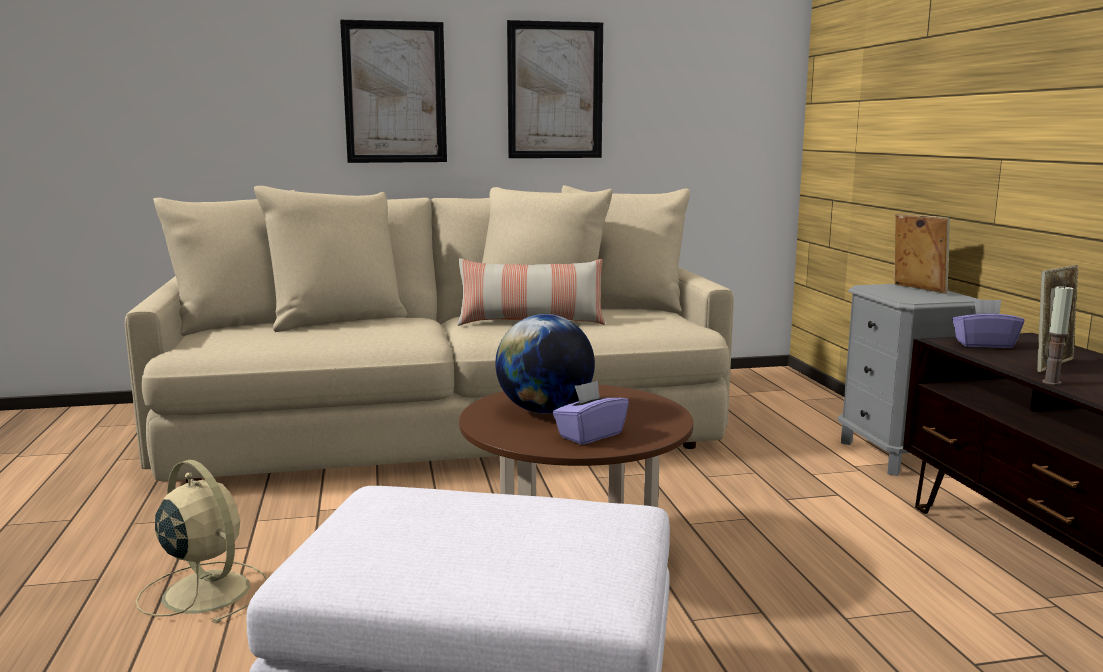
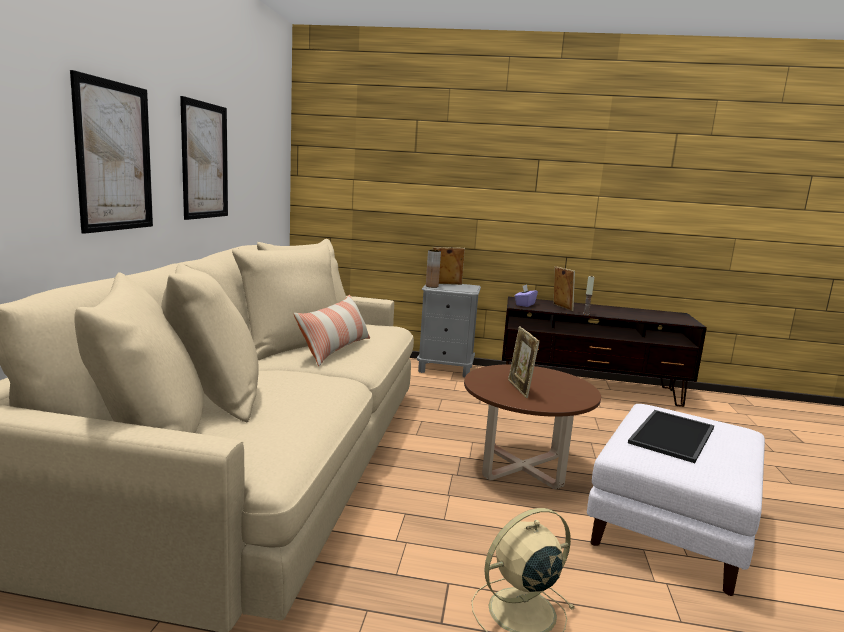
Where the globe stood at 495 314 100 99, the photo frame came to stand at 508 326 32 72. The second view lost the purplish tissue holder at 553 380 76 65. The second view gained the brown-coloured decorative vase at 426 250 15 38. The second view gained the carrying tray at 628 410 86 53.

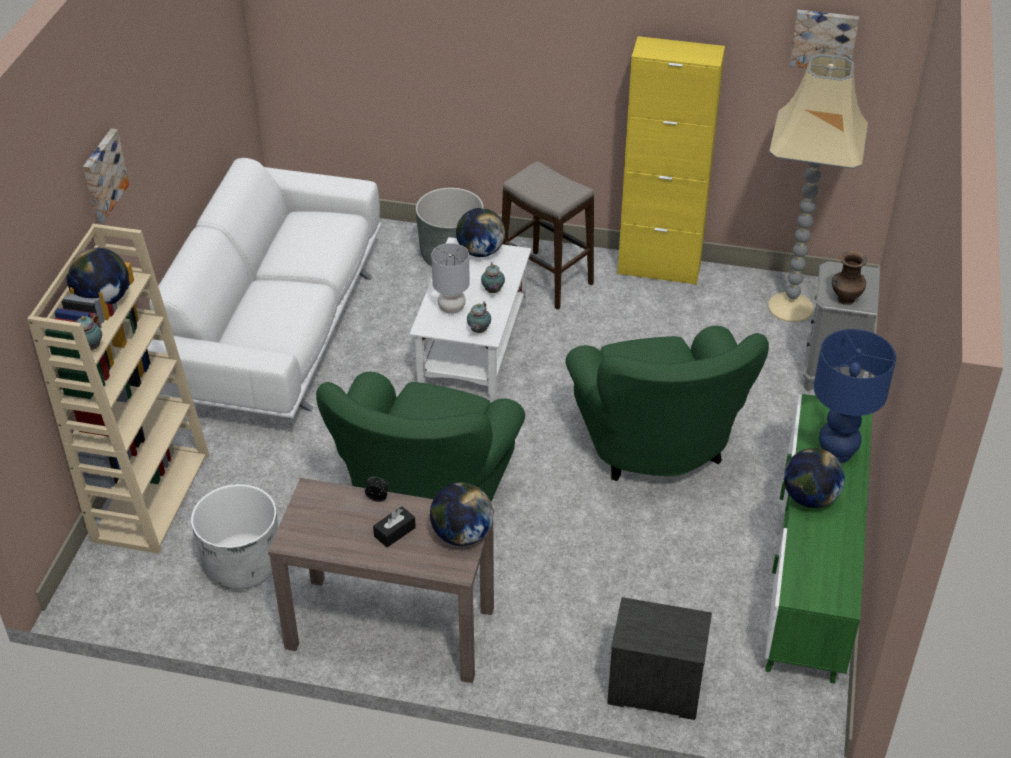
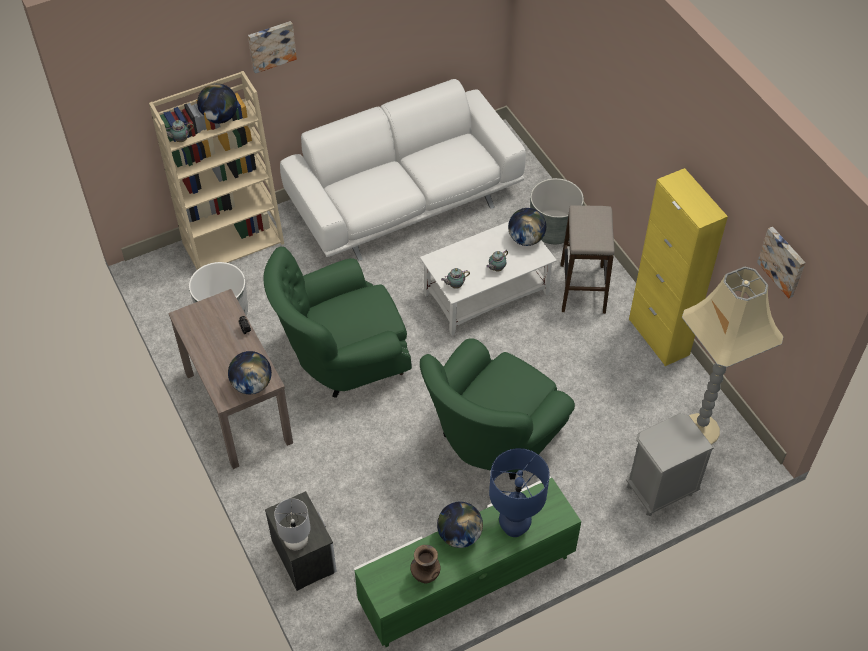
The greyish lamp for a table ended up elsewhere, having gone from 431 243 39 71 to 274 498 36 52. The brown-coloured decorative vase ended up elsewhere, having gone from 832 251 35 54 to 410 545 30 38. The second view lost the black-coloured tissue holder at 373 506 43 41.

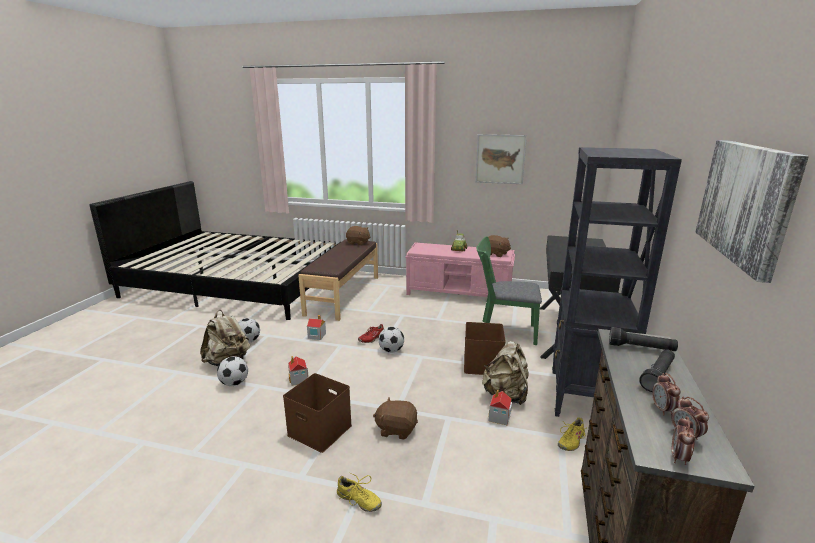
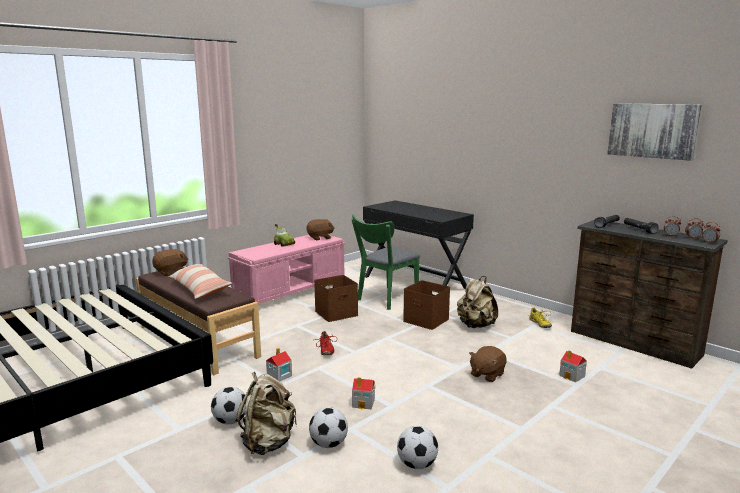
The second view lost the wall art at 475 134 52 50. The second view lost the black-coloured shelving unit at 552 147 130 270. The football ball ended up elsewhere, having gone from 379 327 25 26 to 397 426 41 43. The brown-coloured storage bin ended up elsewhere, having gone from 283 373 69 80 to 314 275 44 47. The model house ended up elsewhere, having gone from 489 389 23 36 to 559 350 28 32. The second view lost the yellow item of footwear at 337 472 45 40. The second view gained the throw pillow at 168 264 65 35.

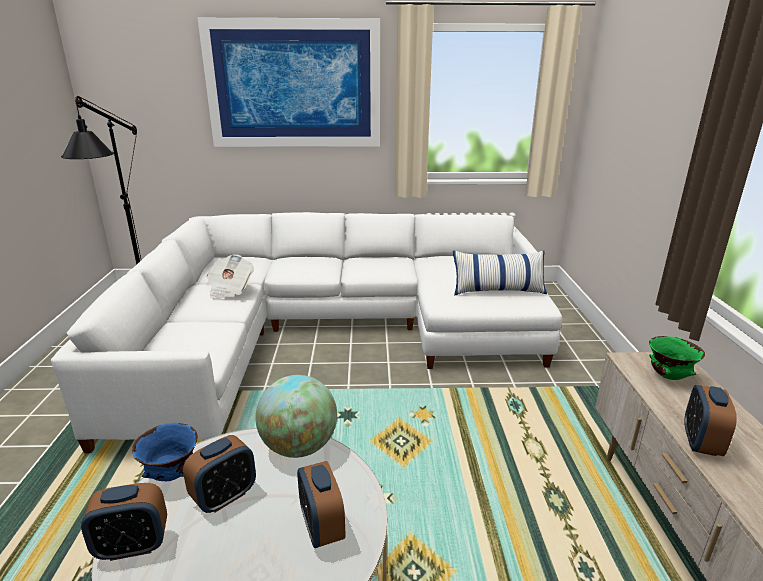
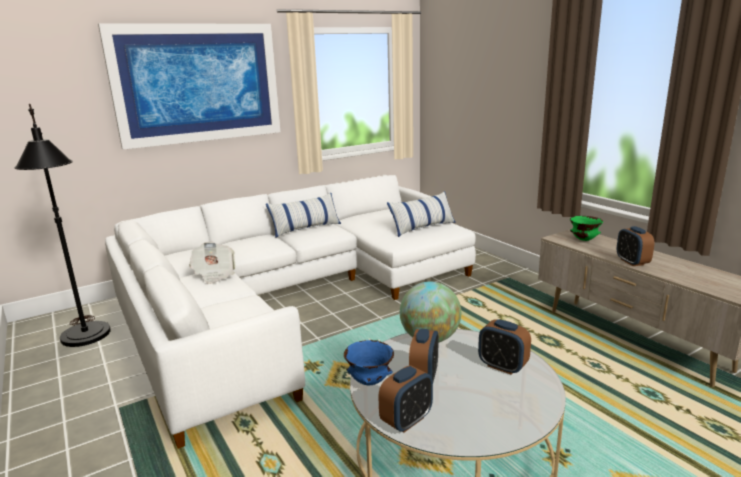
The second view gained the throw pillow at 266 193 75 45.

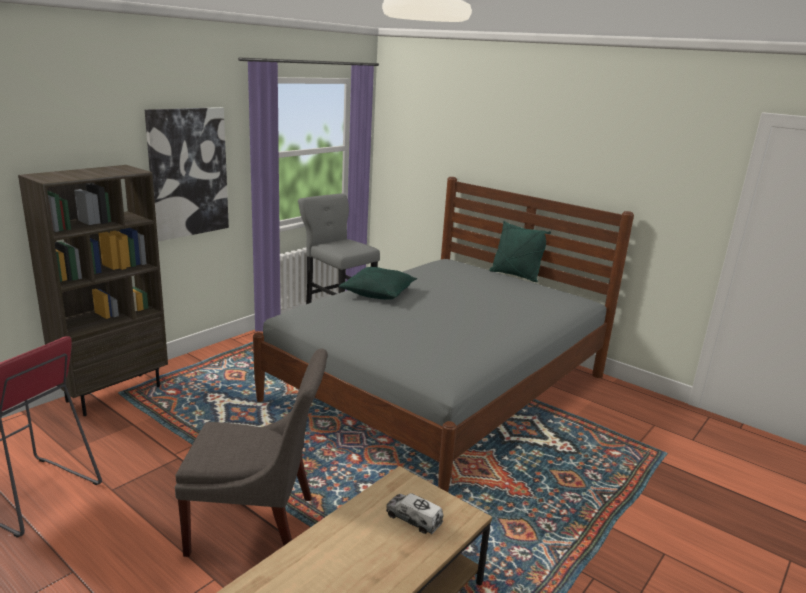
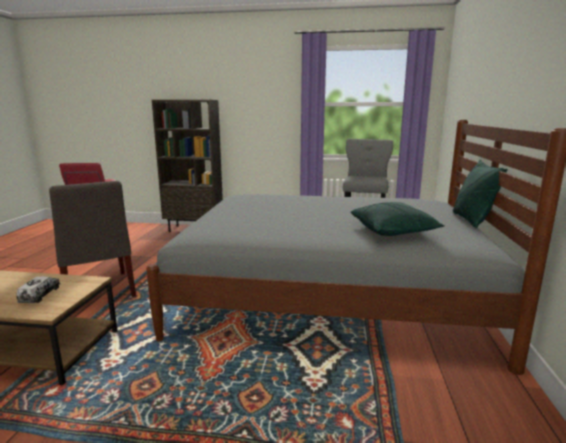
The second view lost the wall art at 145 107 84 135. The green throw pillow ended up elsewhere, having gone from 339 267 78 33 to 351 202 94 34.

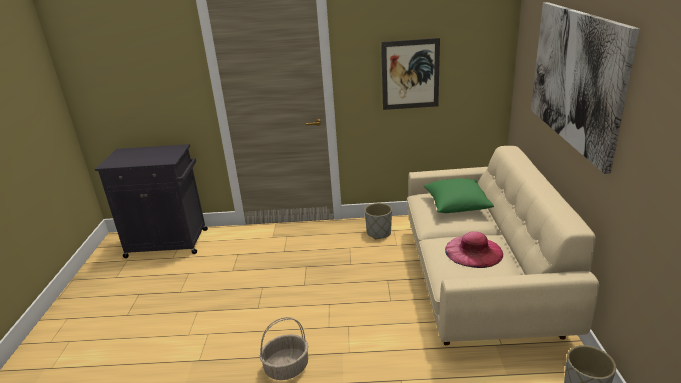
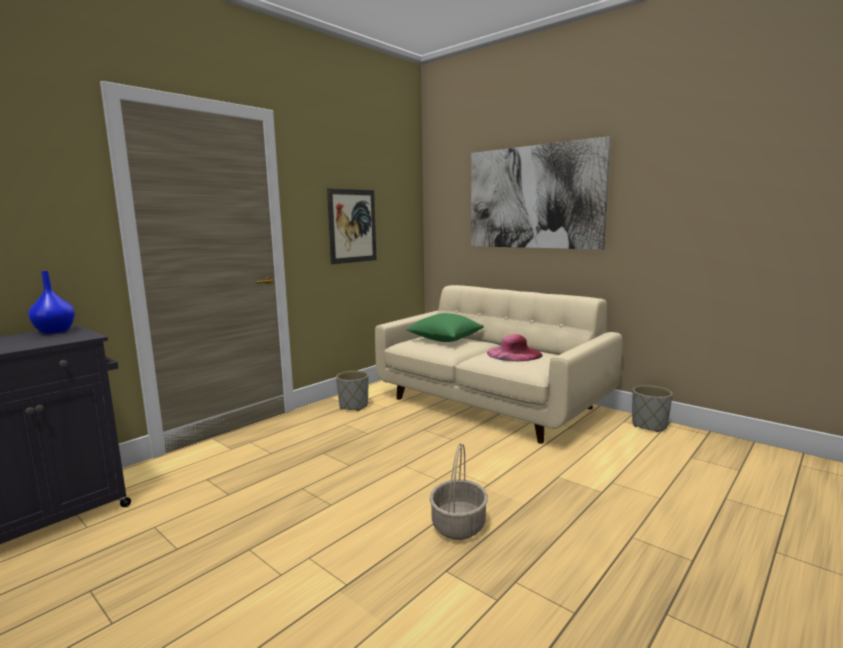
The second view gained the blue-coloured decorative vase at 28 271 47 63.

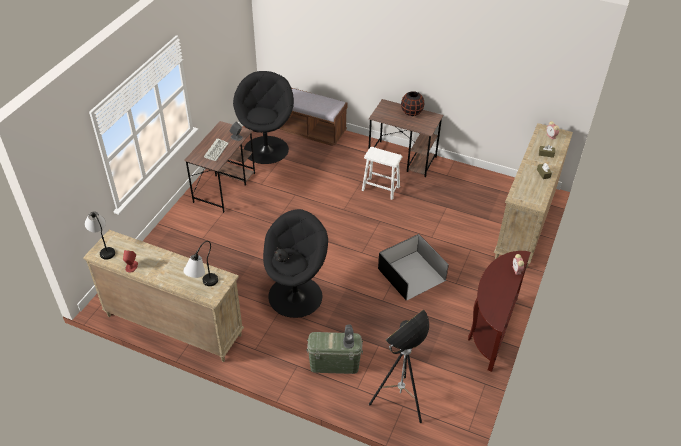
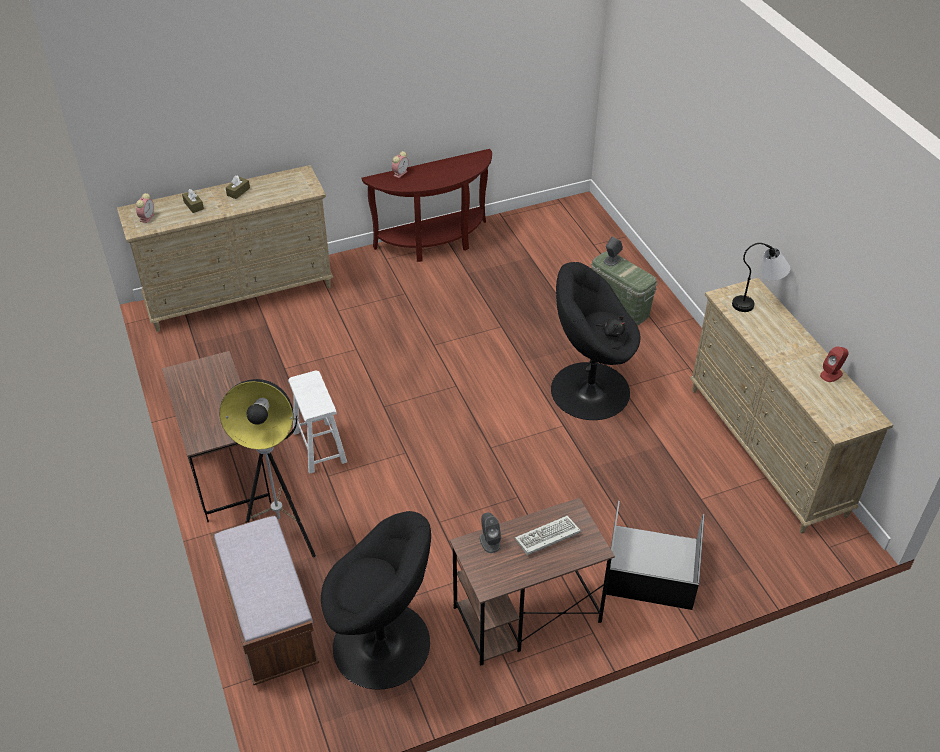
The black-coloured lounge chair at 233 71 61 93 ended up facing another way, 135 degrees counterclockwise from before. The second view lost the black-coloured decorative vase at 401 91 23 25. The second view lost the lamp for a table at 85 211 30 49. The black-coloured storage bin ended up elsewhere, having gone from 378 234 71 66 to 606 501 99 109. The standard lamp ended up elsewhere, having gone from 369 309 60 114 to 220 379 96 178.

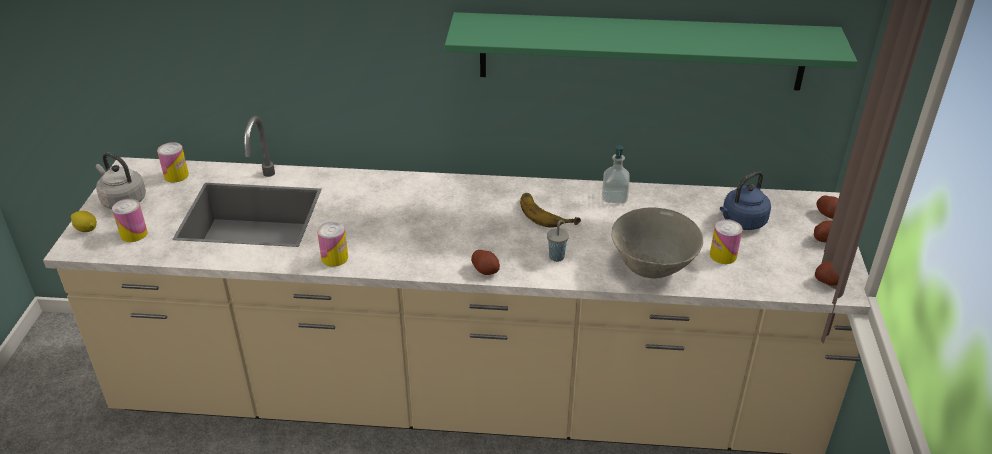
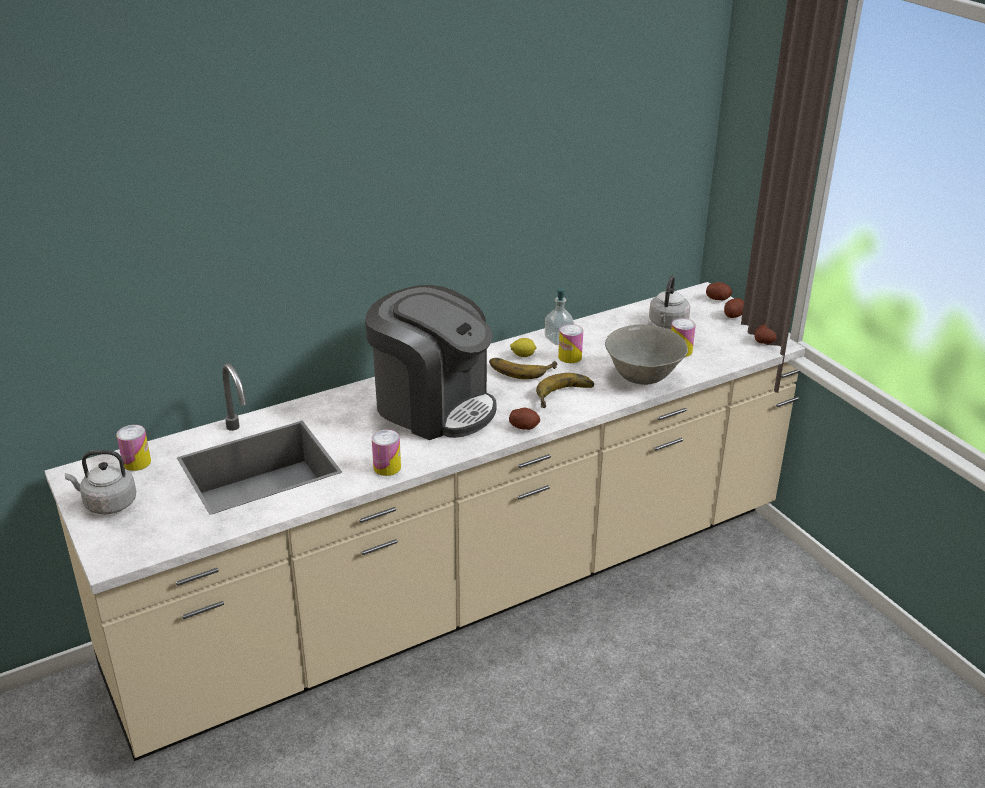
The second view lost the green shelf at 445 12 412 78. What was the blue-coloured tea kettle at 720 171 51 59 turned into the greyish tea kettle at 649 275 41 54. The metal can ended up elsewhere, having gone from 112 199 36 43 to 558 324 25 39. The citrus fruit ended up elsewhere, having gone from 71 211 26 21 to 510 338 27 19. Where the greyish small cup stood at 547 220 22 42, the whole banana came to stand at 536 373 58 35. The second view gained the coffee maker at 365 285 132 155.

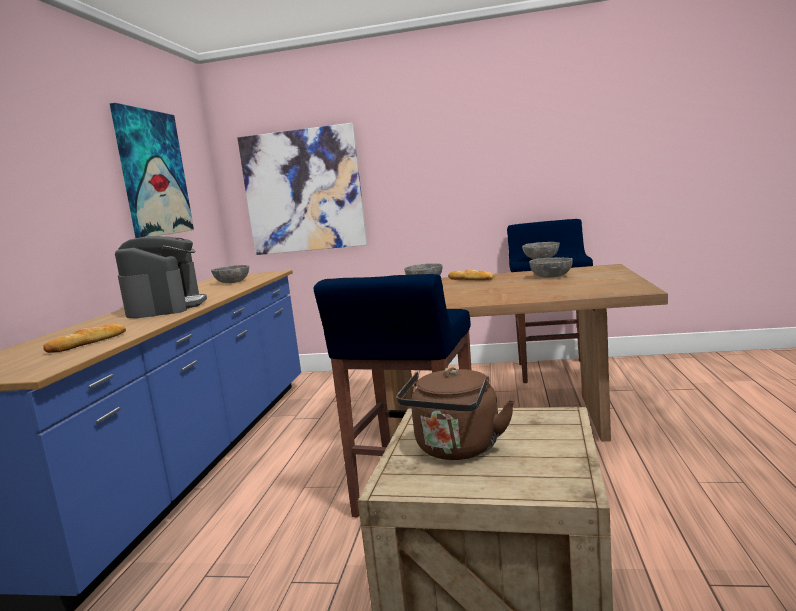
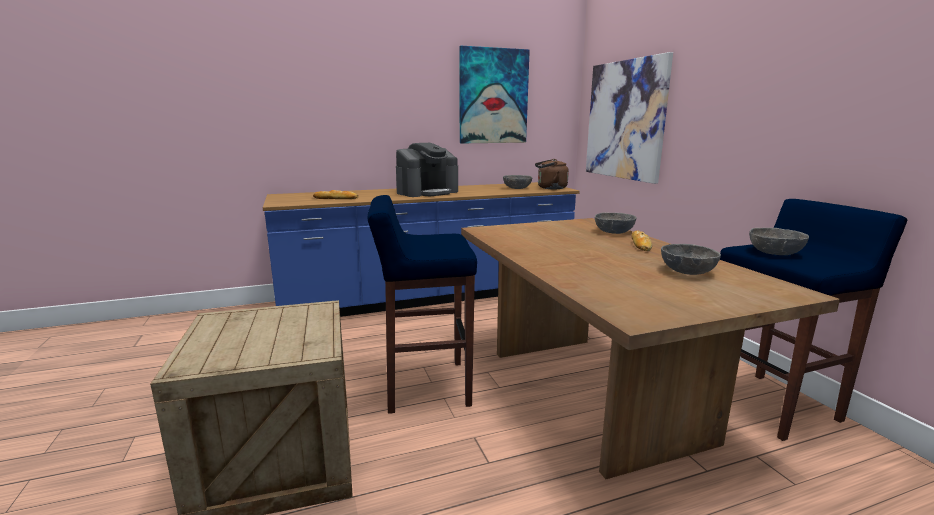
The brown-coloured tea kettle ended up elsewhere, having gone from 397 368 117 92 to 535 159 34 30.

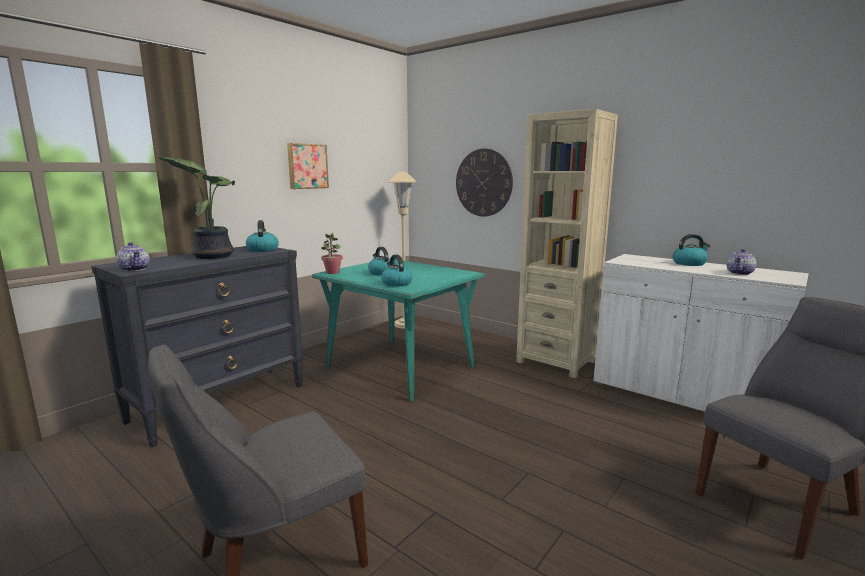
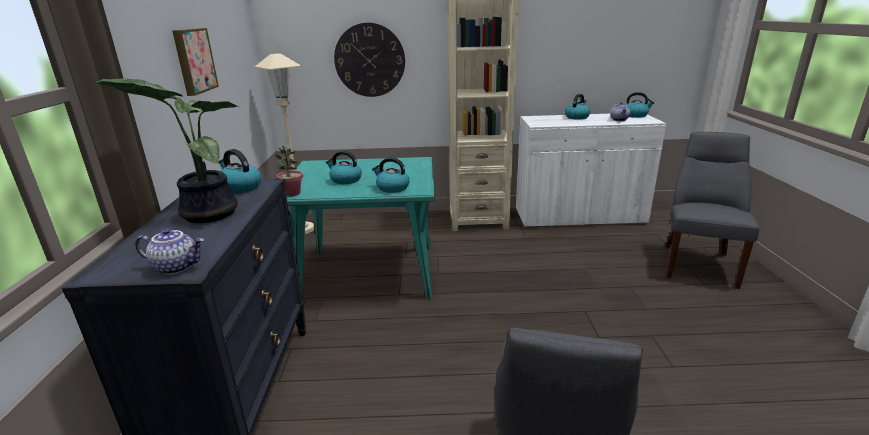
The second view gained the tea kettle at 626 92 28 26.

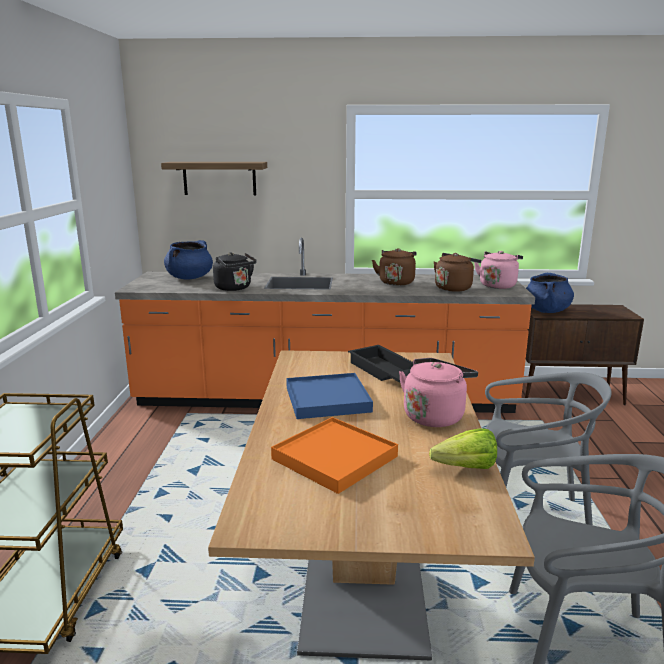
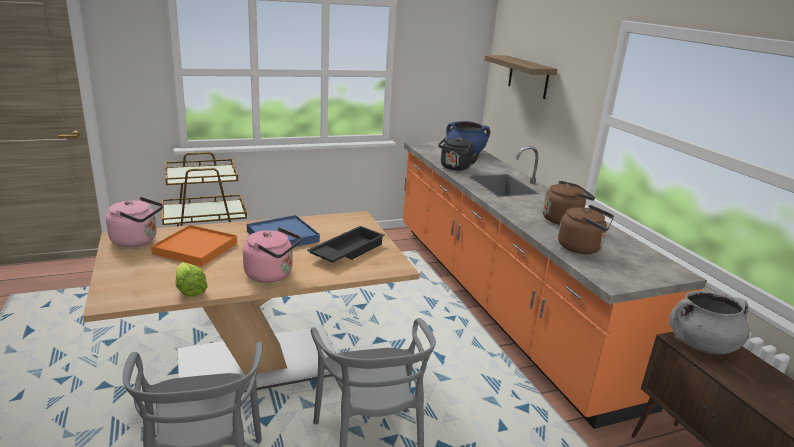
The pink-coloured tea kettle ended up elsewhere, having gone from 474 251 49 38 to 106 197 57 50. What was the blue-coloured cooking pot at 526 273 48 40 turned into the greyish cooking pot at 670 291 80 63.

